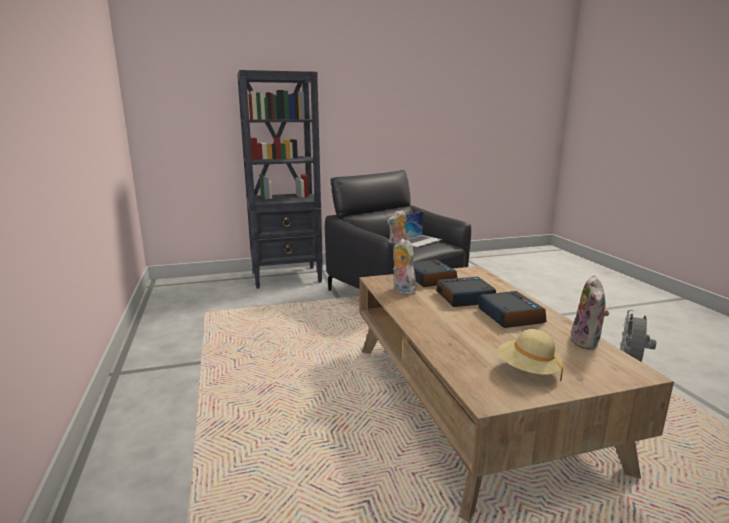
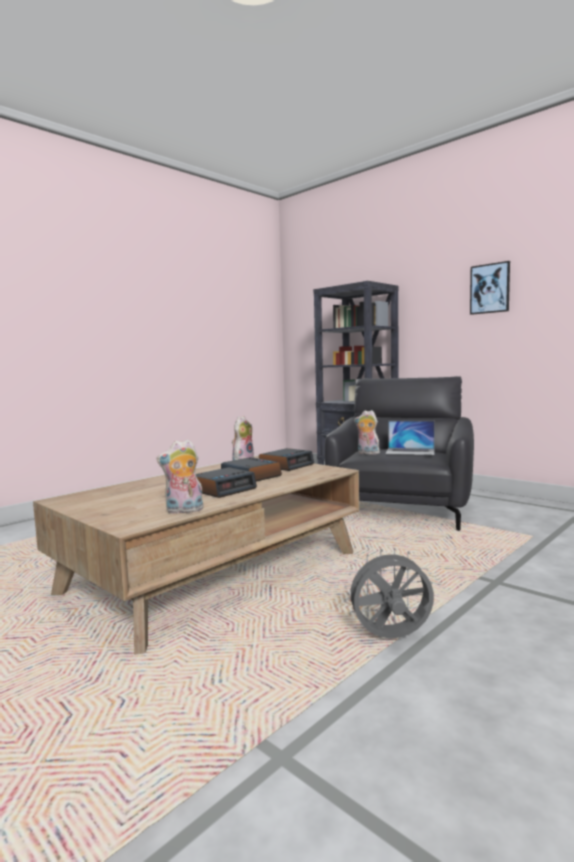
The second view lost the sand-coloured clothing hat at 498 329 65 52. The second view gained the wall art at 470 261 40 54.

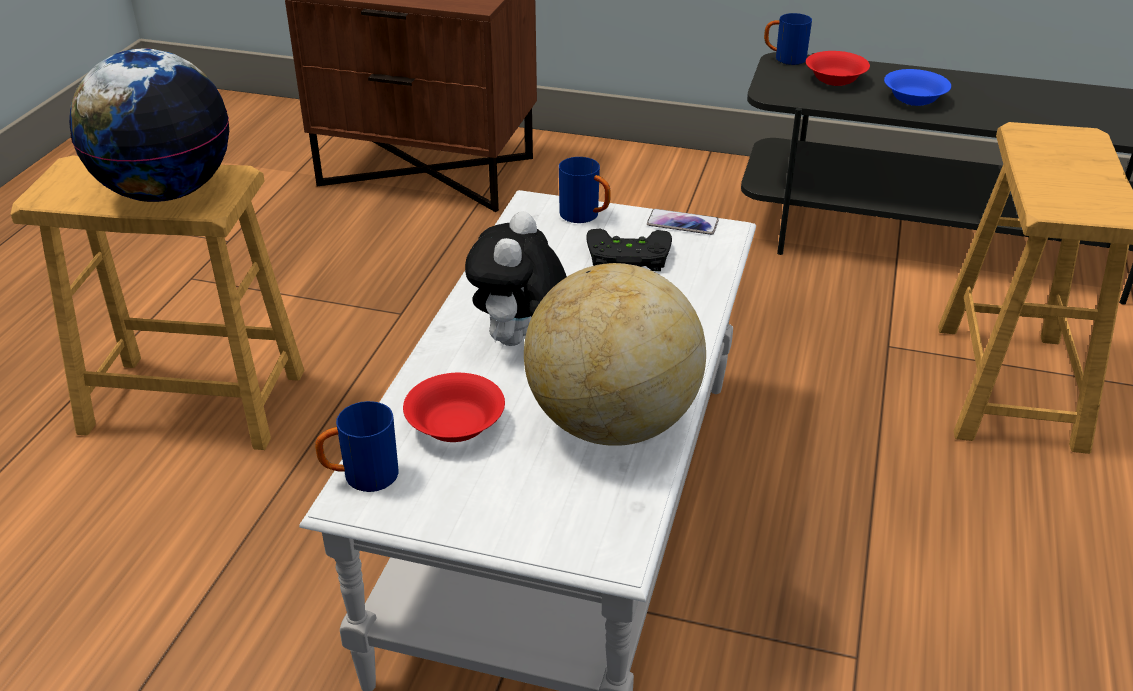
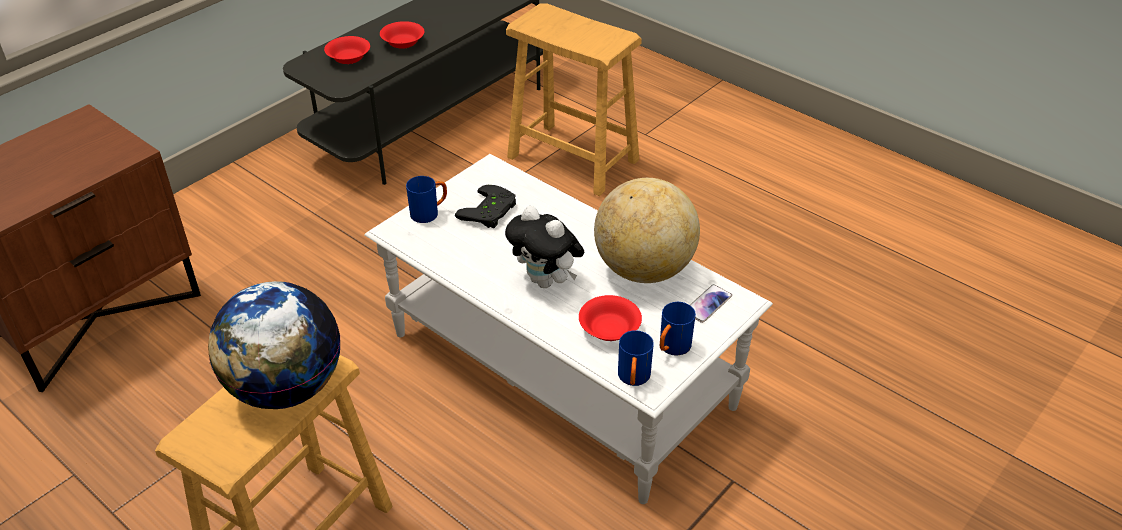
The blue-coloured tea mug ended up elsewhere, having gone from 764 13 48 52 to 660 302 36 53. What was the blue-coloured deep dish at 884 69 67 37 turned into the reddish deep dish at 380 21 44 28. The telephone ended up elsewhere, having gone from 647 209 72 26 to 690 284 42 39.

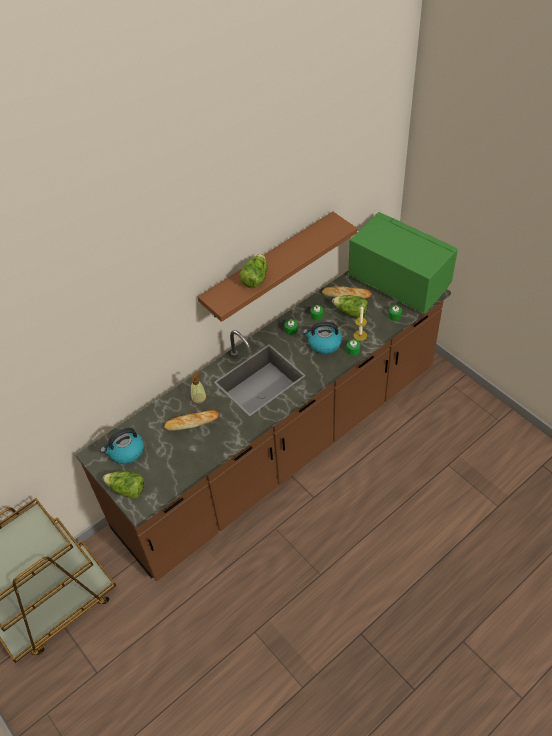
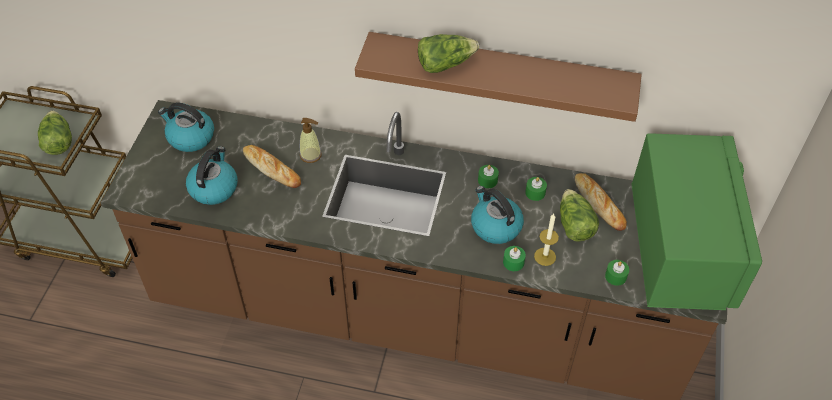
The head of lettuce ended up elsewhere, having gone from 103 471 41 28 to 38 110 34 45. The second view gained the tea kettle at 186 146 51 59.

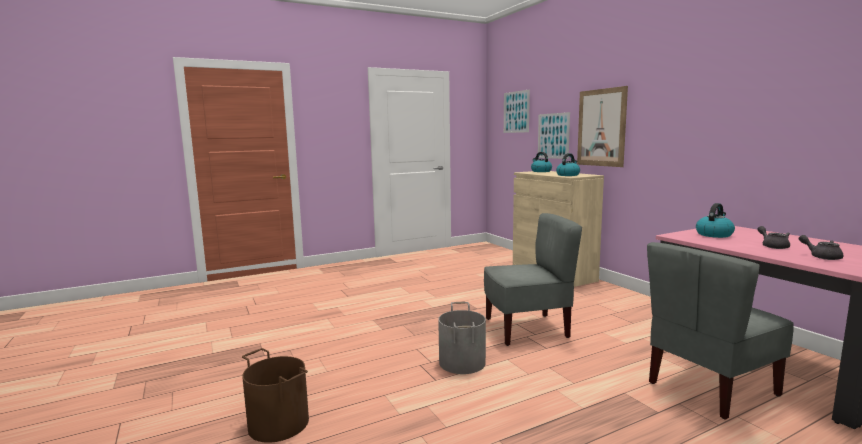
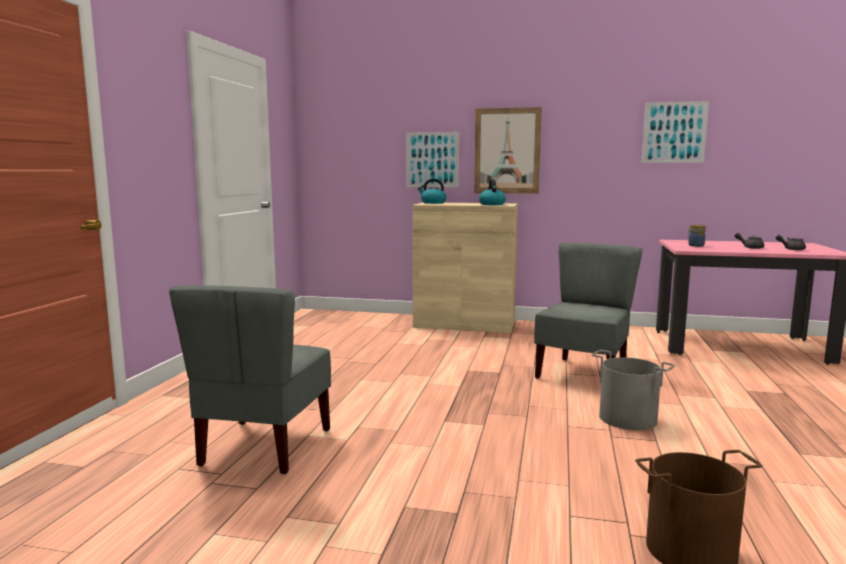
The wall art ended up elsewhere, having gone from 504 90 26 43 to 641 101 68 62. Where the tea kettle stood at 696 203 39 35, the storage jar came to stand at 687 225 19 22. The greyish plain chair ended up elsewhere, having gone from 647 242 147 178 to 169 285 162 189.

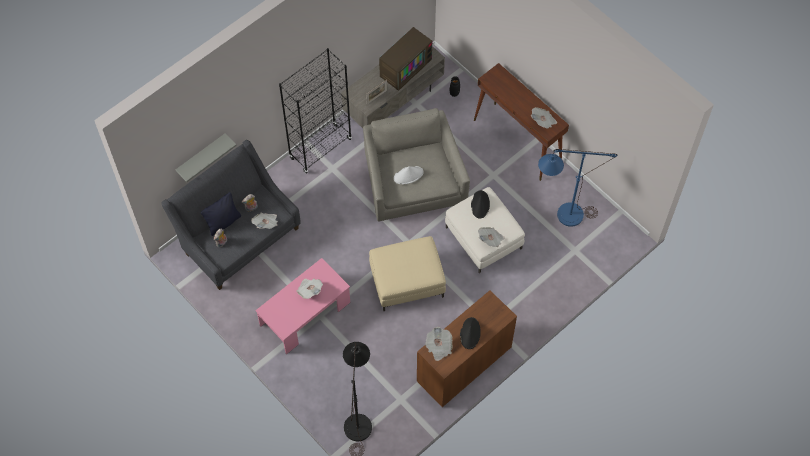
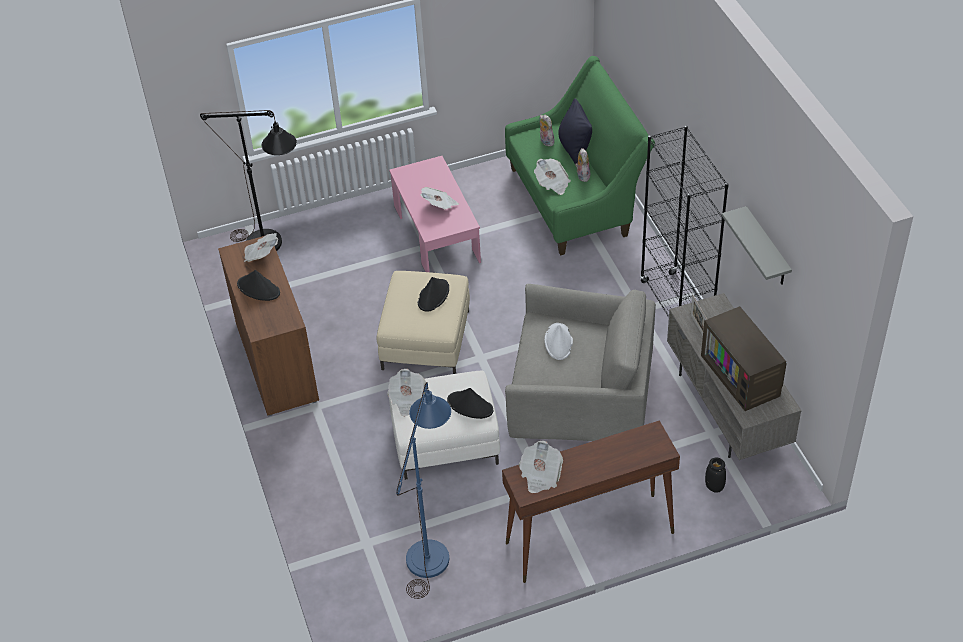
The greyish shelf ended up elsewhere, having gone from 176 133 61 49 to 722 206 70 79. What was the greyish sofa at 161 140 140 150 turned into the green sofa at 505 56 150 199. The second view gained the black-coloured clothing hat at 418 277 31 34.

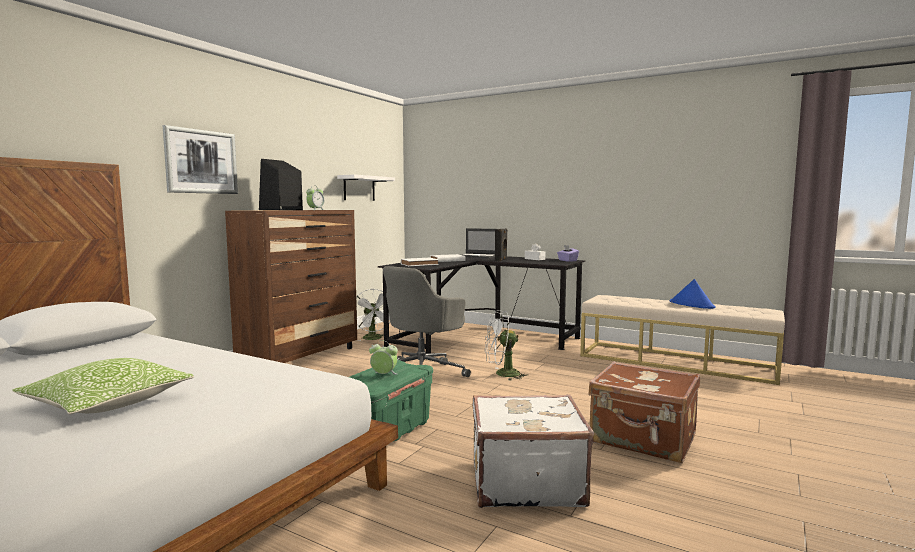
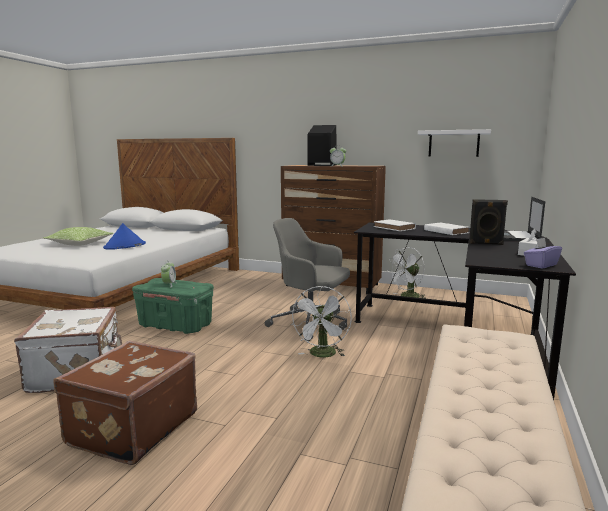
The second view lost the wall art at 163 125 75 69. The blue-coloured clothing hat ended up elsewhere, having gone from 670 279 46 30 to 103 223 43 27. The white-coloured cooling fan at 485 310 43 71 ended up facing another way, 150 degrees counterclockwise from before.

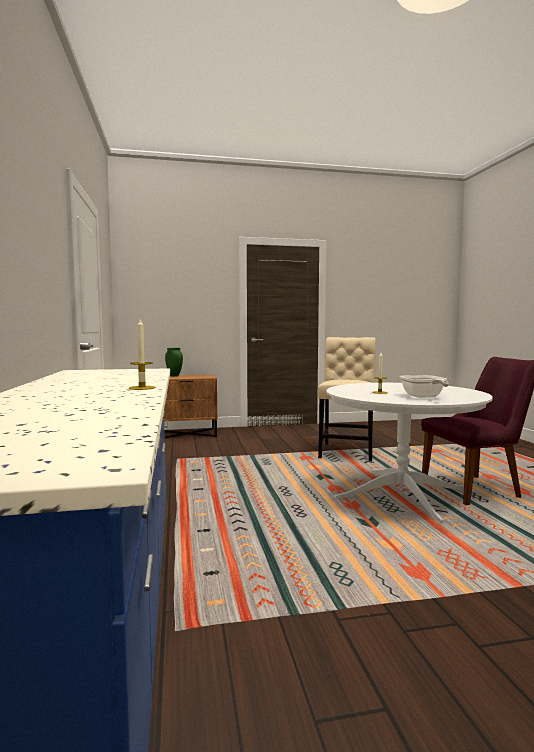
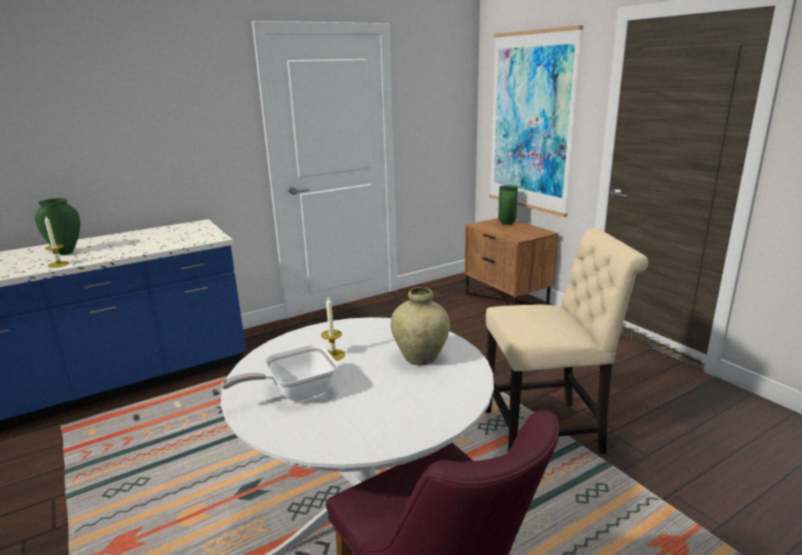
The second view gained the wall art at 489 25 94 192. The second view gained the green decorative vase at 35 198 45 57. The second view gained the sand-coloured decorative vase at 391 287 59 78.

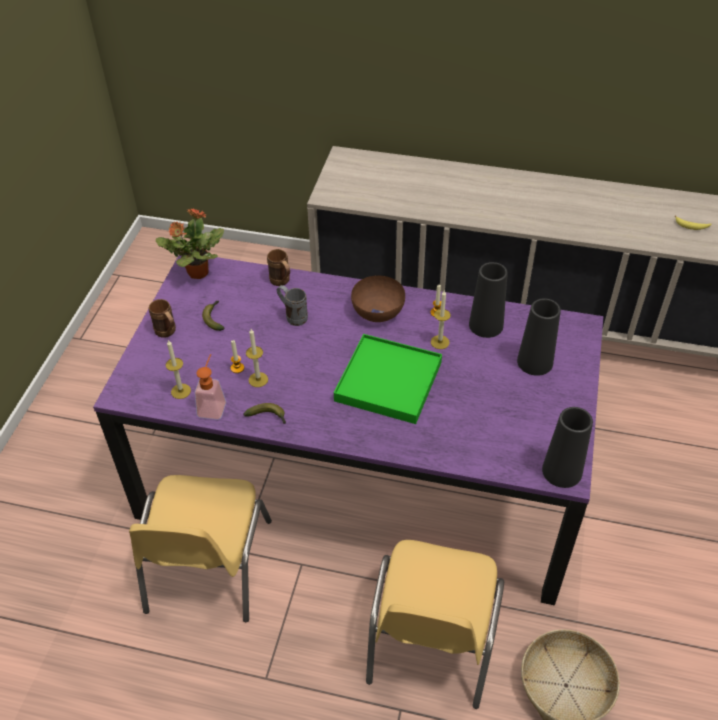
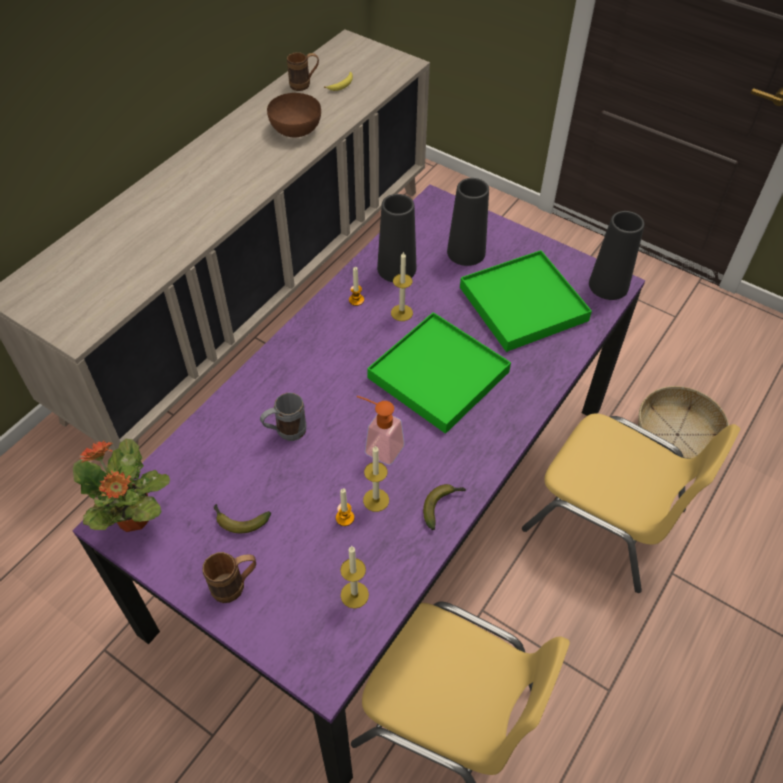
The brown-coloured tea mug ended up elsewhere, having gone from 267 249 23 37 to 287 52 32 39. The brown-coloured deep dish ended up elsewhere, having gone from 351 276 54 46 to 267 93 54 44. The liquid soap bottle ended up elsewhere, having gone from 195 354 31 66 to 357 396 48 69. The second view gained the green carrying tray at 460 250 132 102.

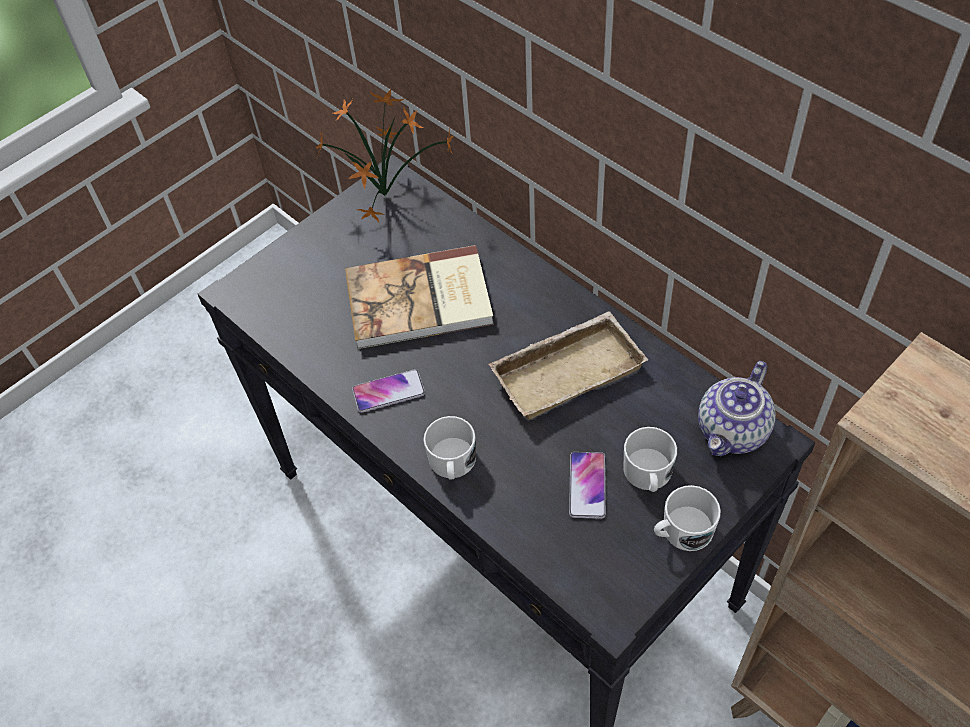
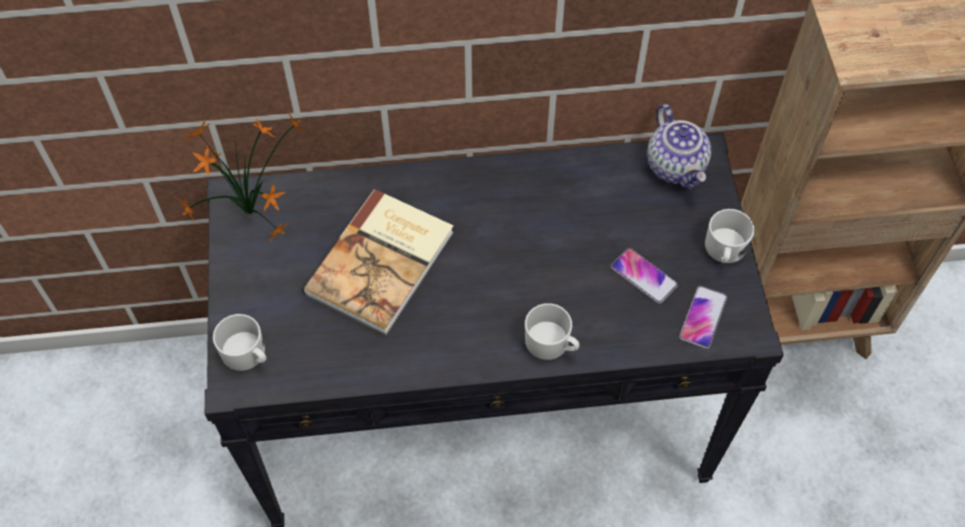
The second view lost the sand-coloured carrying tray at 488 311 160 108. The telephone ended up elsewhere, having gone from 352 369 73 44 to 679 286 48 63. The white-coloured tea mug ended up elsewhere, having gone from 623 427 54 65 to 213 314 54 57.

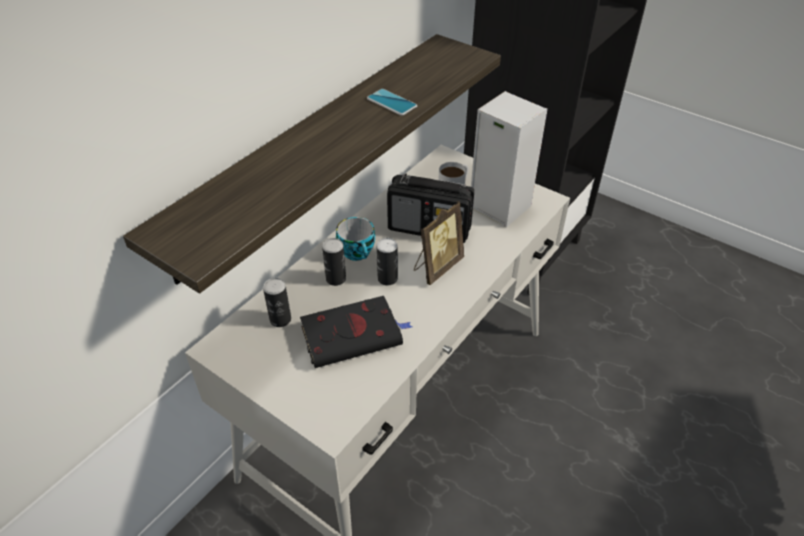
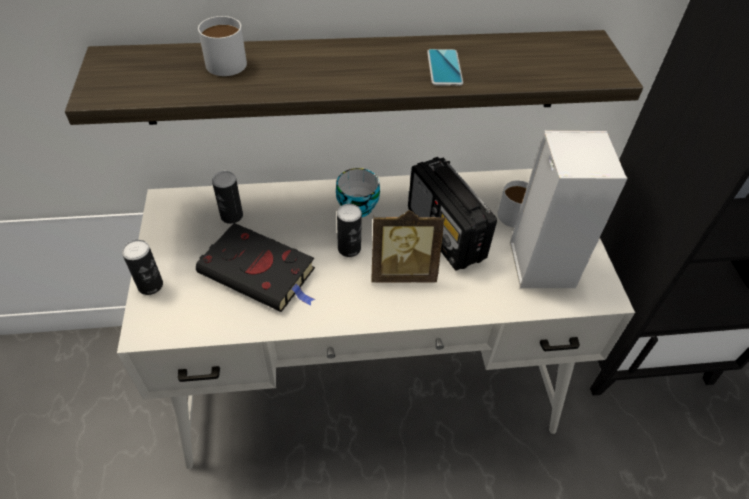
The metal can ended up elsewhere, having gone from 322 238 24 48 to 122 240 41 55. The second view gained the white-coloured tea mug at 198 16 49 60.

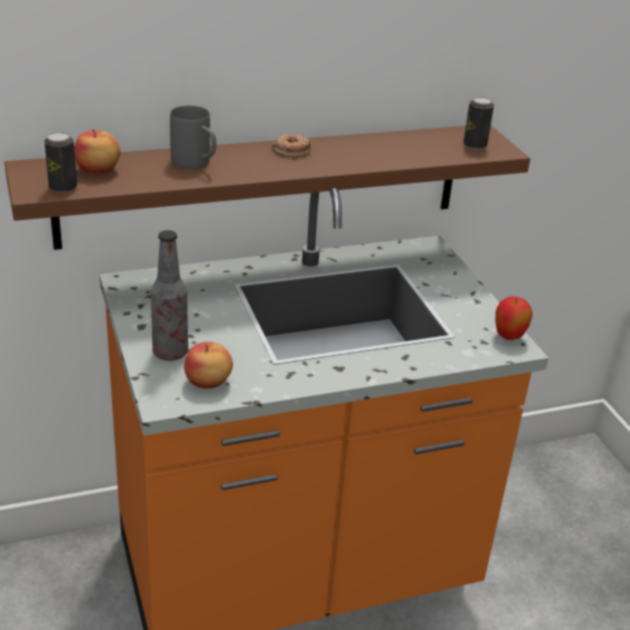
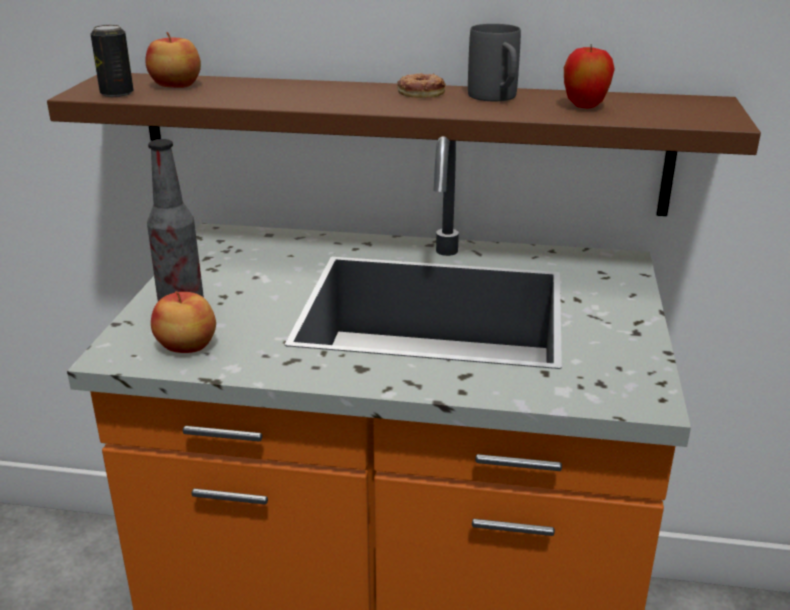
The second view lost the metal can at 463 97 31 52. The greyish tea mug ended up elsewhere, having gone from 170 106 46 63 to 468 24 53 77. The whole apple ended up elsewhere, having gone from 495 296 38 44 to 564 44 51 64.

